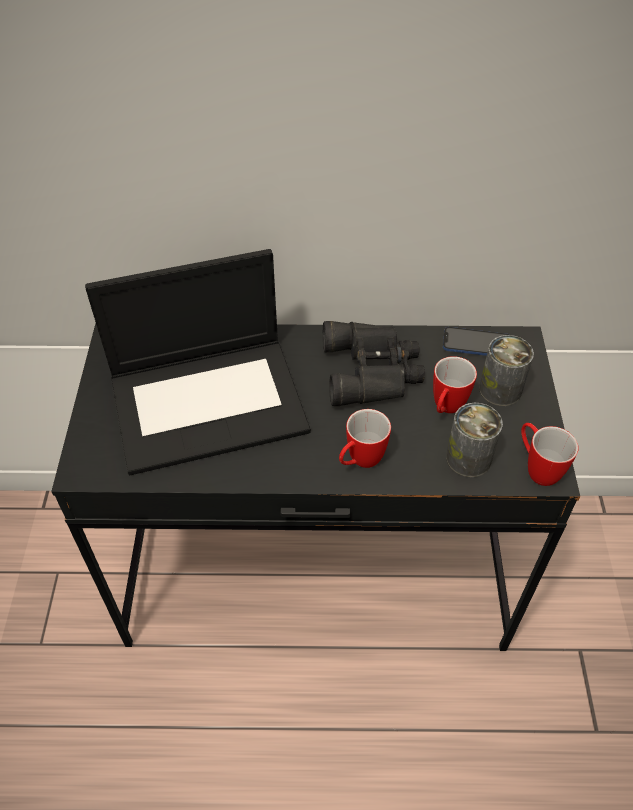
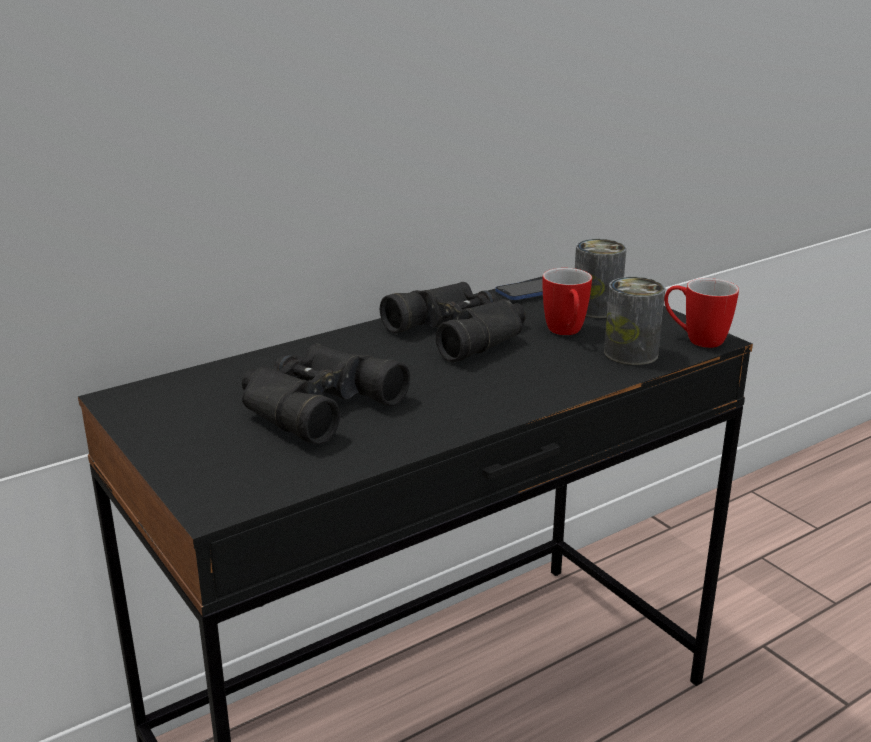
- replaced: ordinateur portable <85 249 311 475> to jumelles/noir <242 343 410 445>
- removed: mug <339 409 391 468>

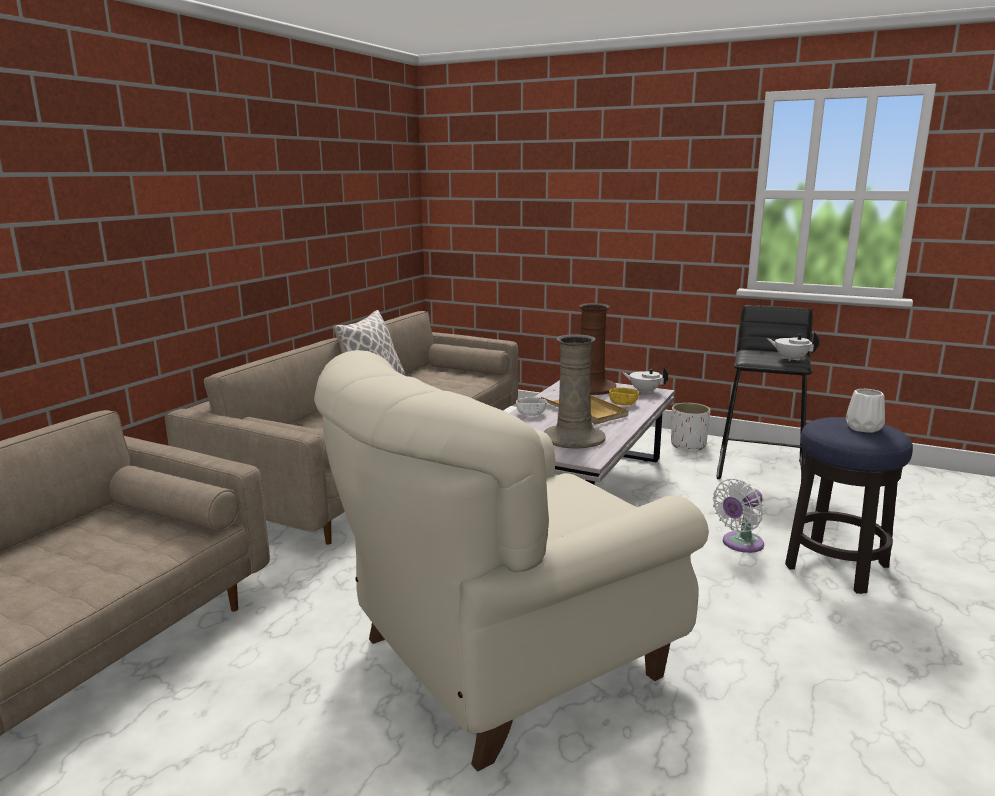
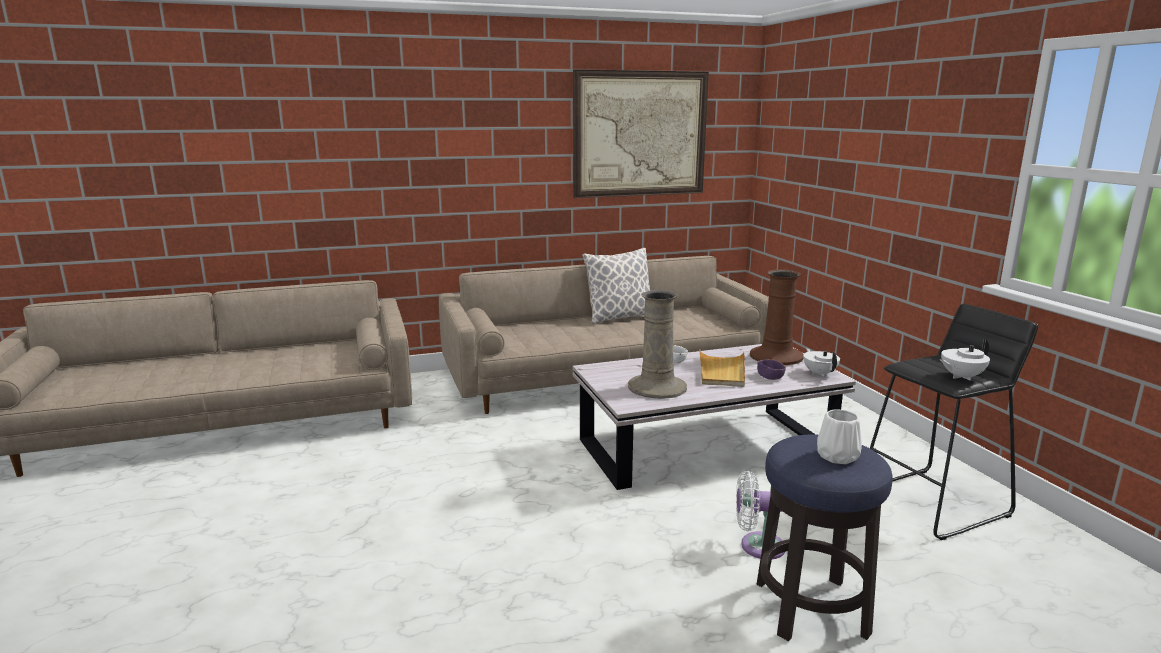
- removed: fauteuil/beige <314 350 709 772>
- recoloured: bol/jaune <609 388 639 406> to bol/violet <757 359 786 380>
- removed: cache-pot/blanc <671 403 711 450>
- turned: théière/blanc <767 332 819 361> = <940 338 990 380> 105 degrees counterclockwise
- added: tableau <573 69 709 198>

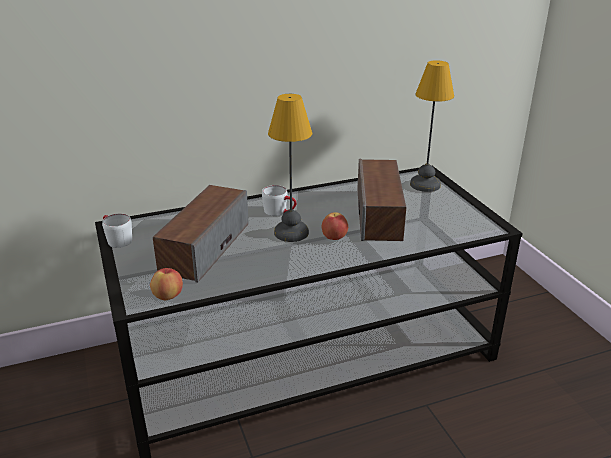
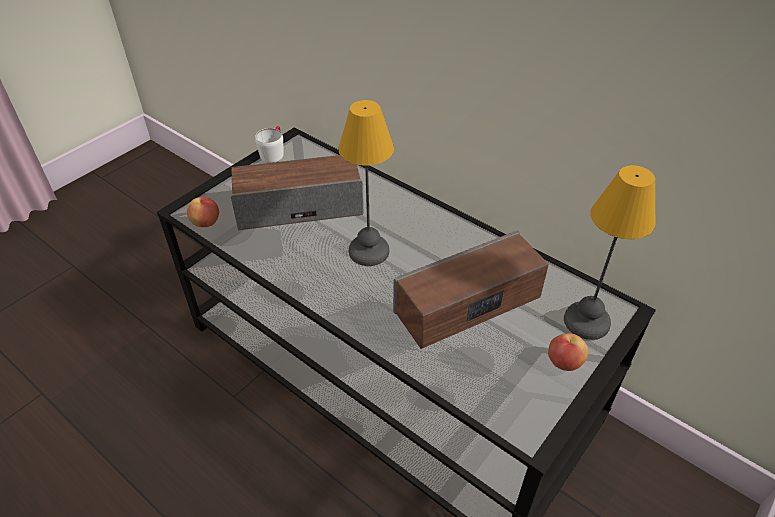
- removed: mug/blanc <262 185 297 216>
- moved: pomme <322 212 348 240> to <548 333 588 371>

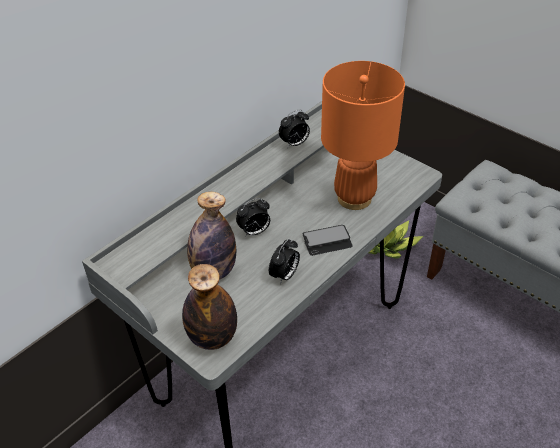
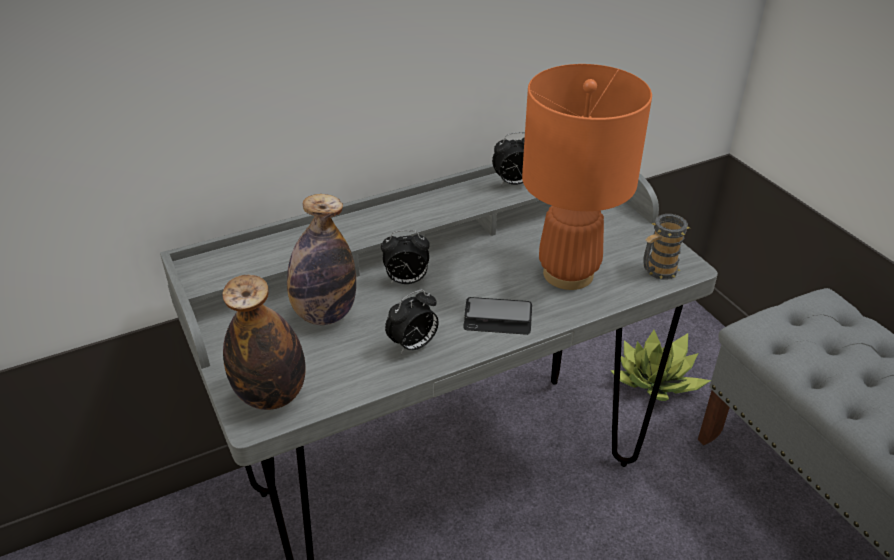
- added: mug <643 214 690 280>

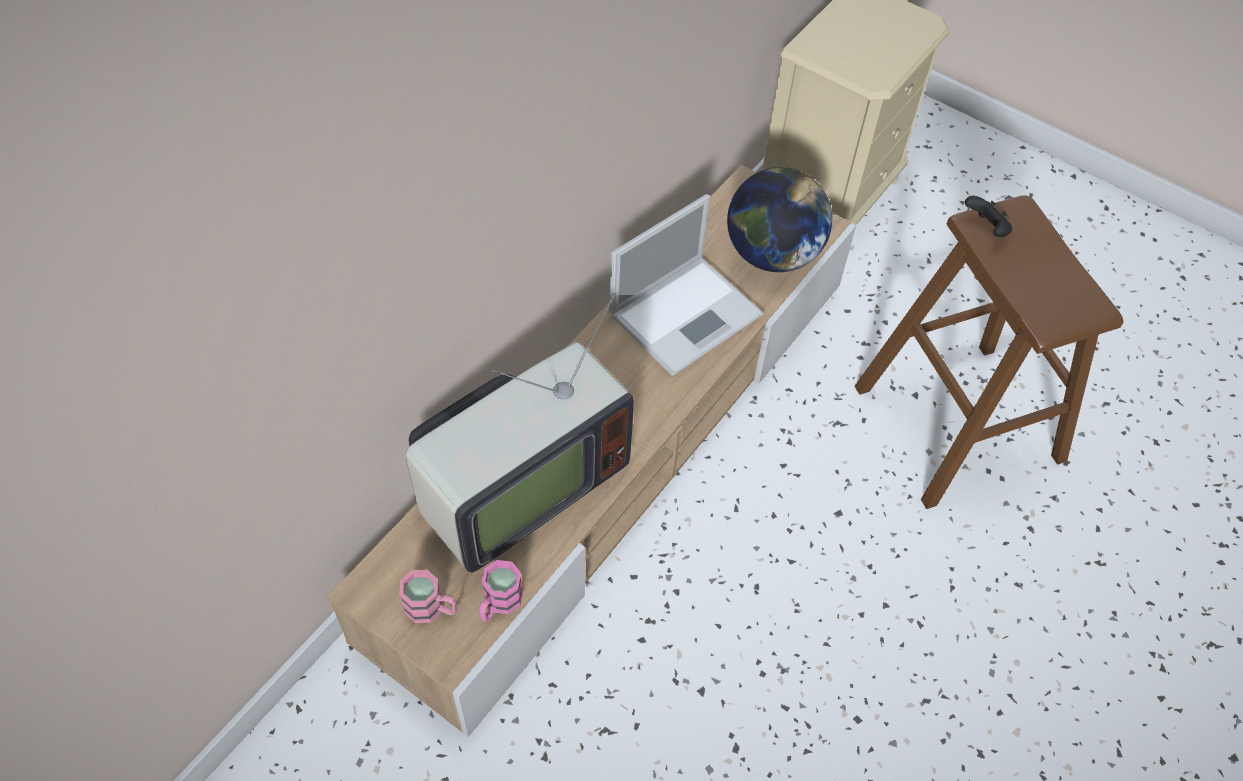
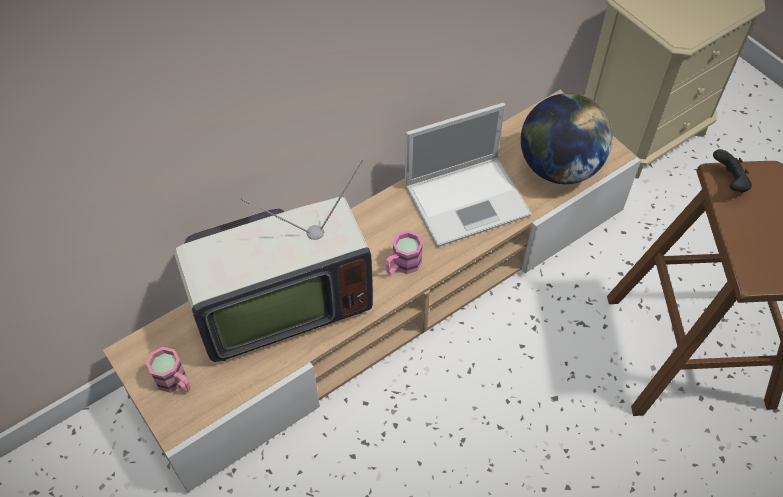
- moved: mug/rose <479 560 523 621> to <385 230 423 274>

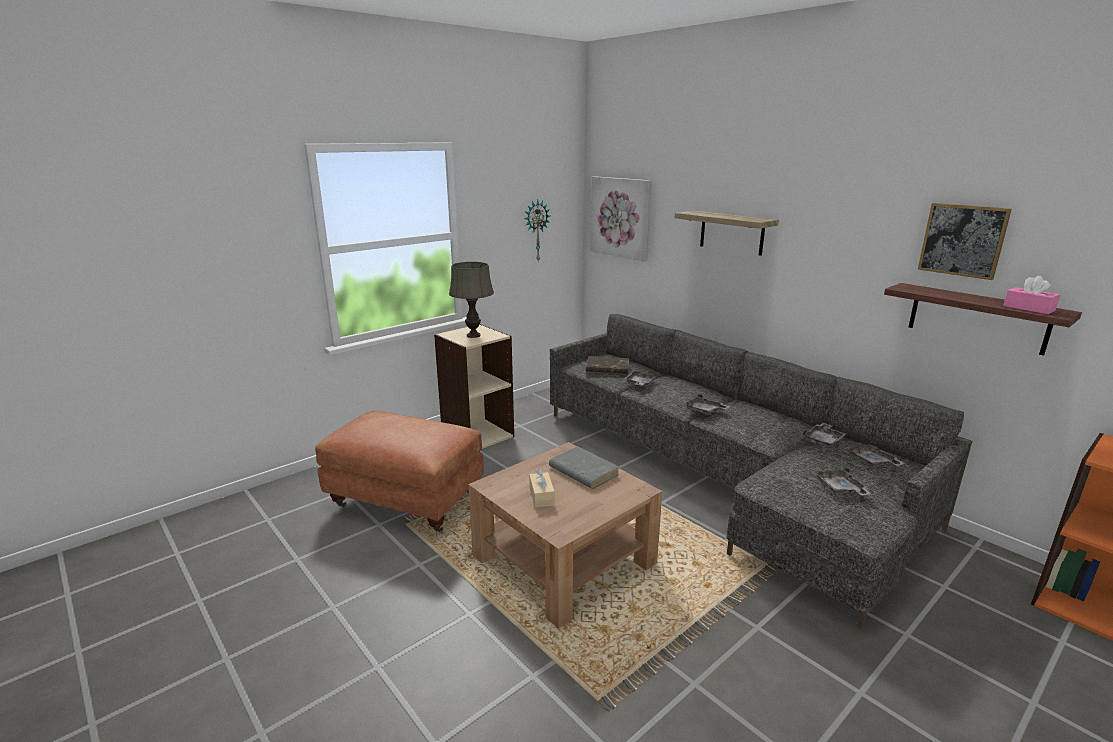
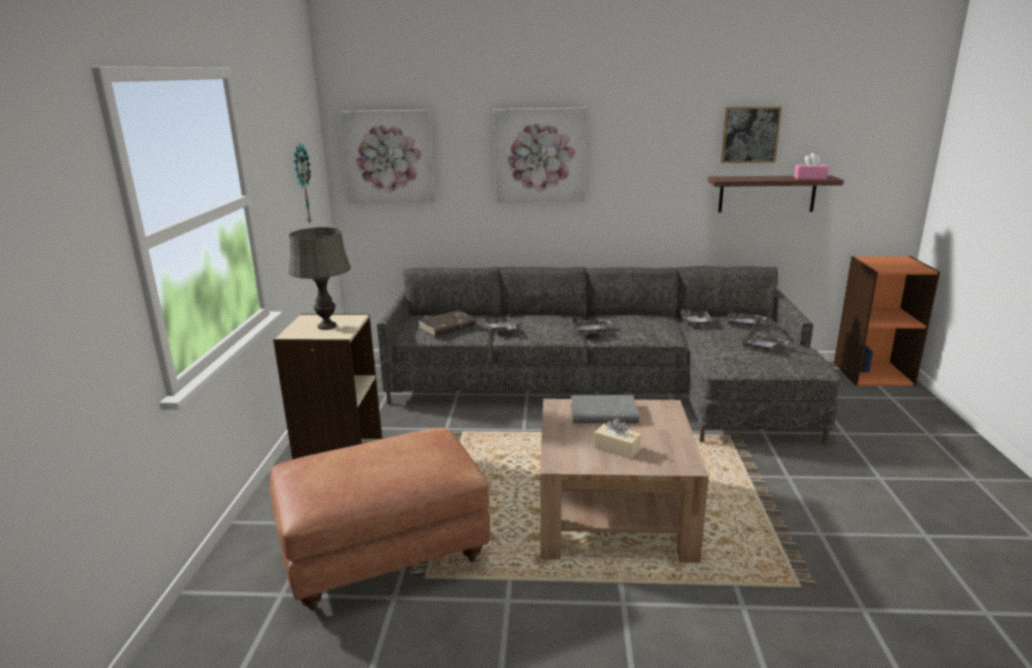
- replaced: étagère <675 211 779 256> to tableau <494 108 587 202>

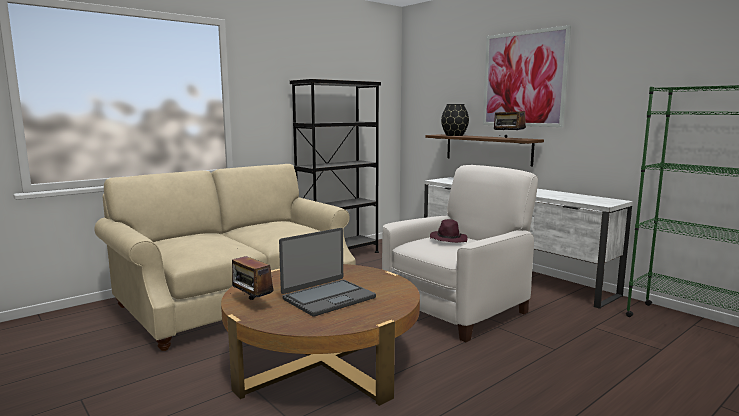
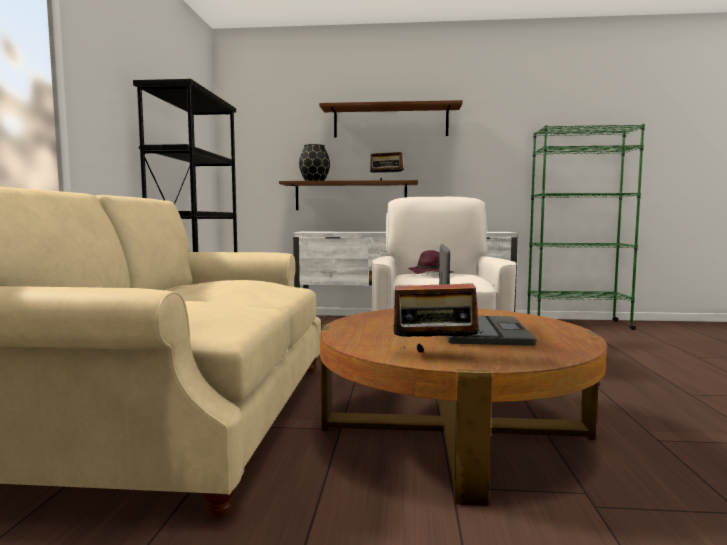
- replaced: tableau <483 25 571 127> to étagère/marron <319 100 463 138>

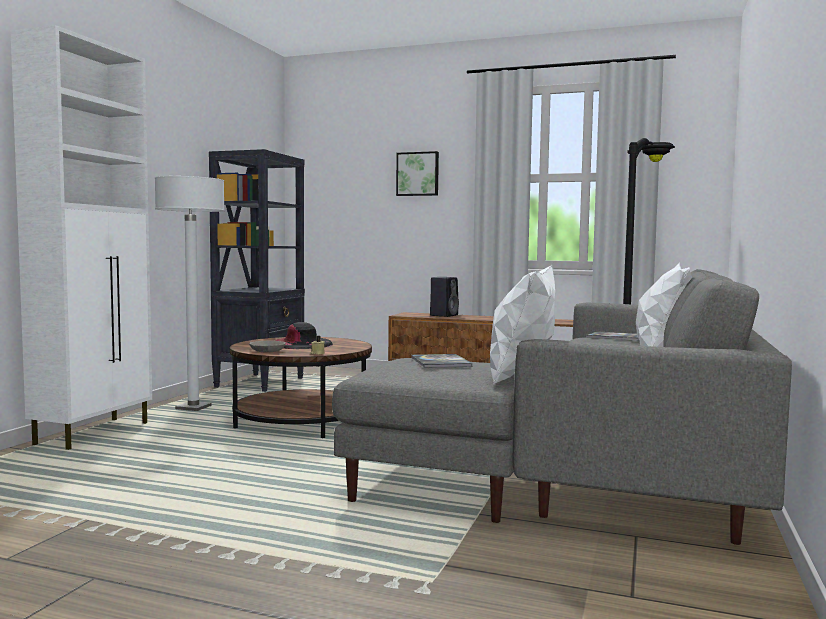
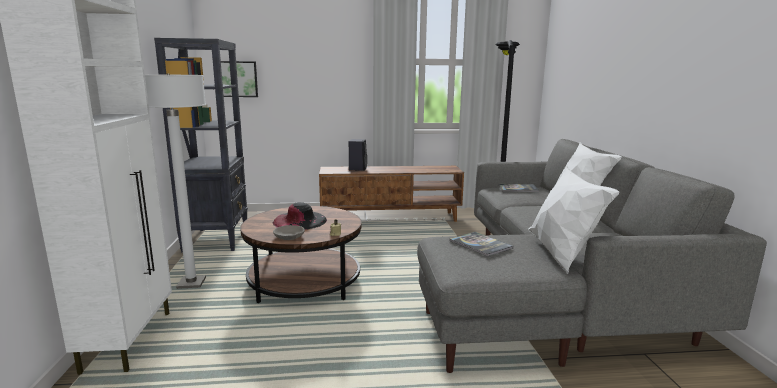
- moved: tableau <396 151 439 196> to <221 61 258 97>

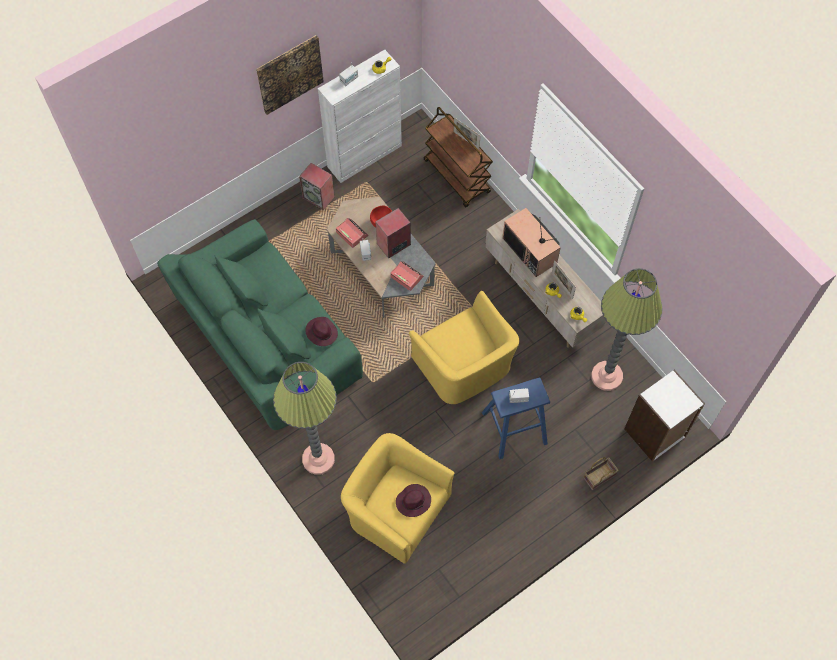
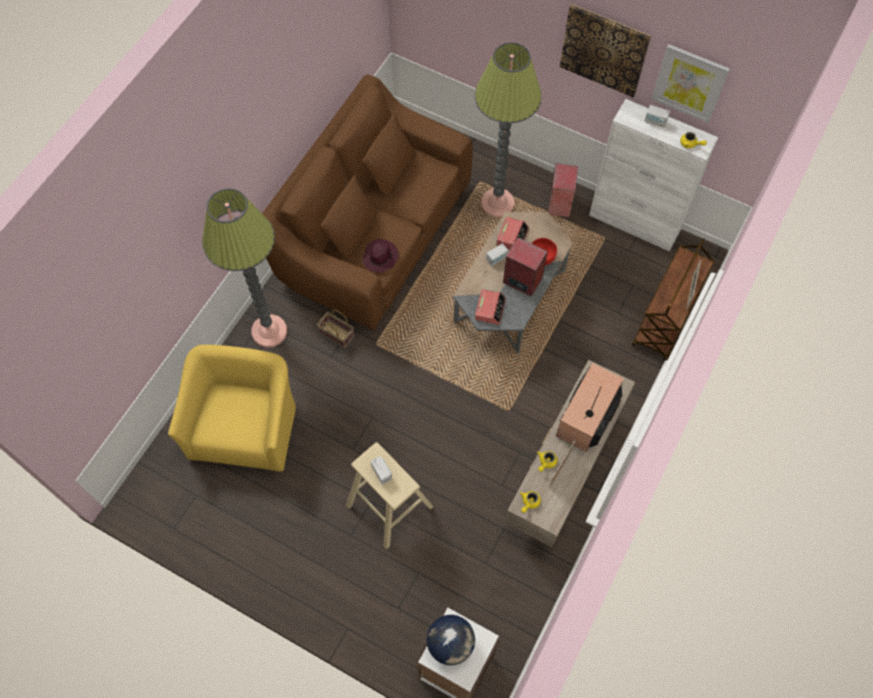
- recoloured: canapé/vert <157 219 363 430> to canapé/marron <262 75 473 330>
- removed: chapeau/violet <396 484 431 517>
- removed: fauteuil/jaune <409 291 519 404>
- recoloured: tabouret/bleu <482 378 550 459> to tabouret/beige <346 442 434 550>
- moved: panier <584 457 619 490> to <317 309 354 348>
- moved: lampadaire <591 268 662 391> to <475 42 542 217>
- added: globe <427 615 475 665>
- added: tableau <651 44 730 123>

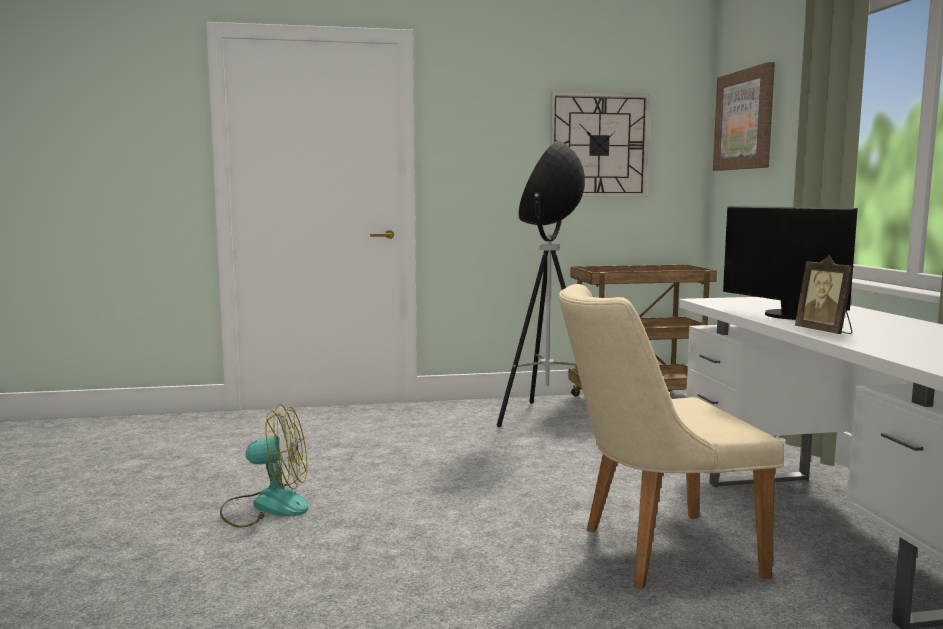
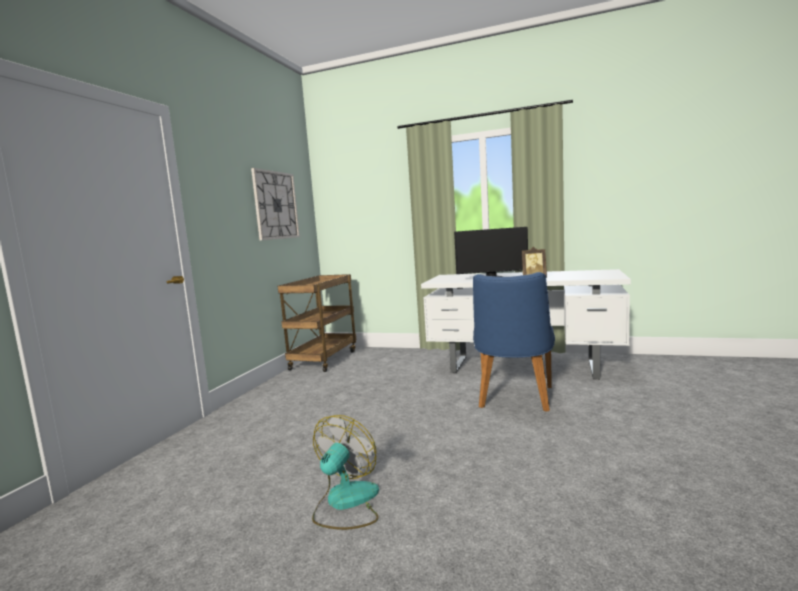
- removed: lampadaire <497 141 585 427>
- recoloured: chaise/beige <559 284 784 589> to chaise/bleu <473 272 555 412>
- removed: tableau <713 62 775 171>

